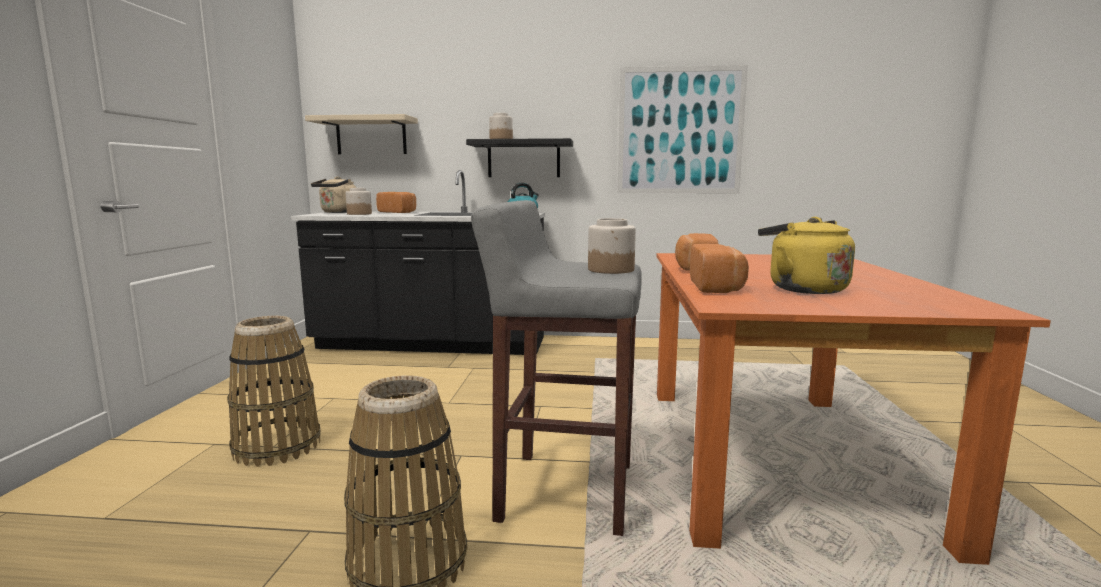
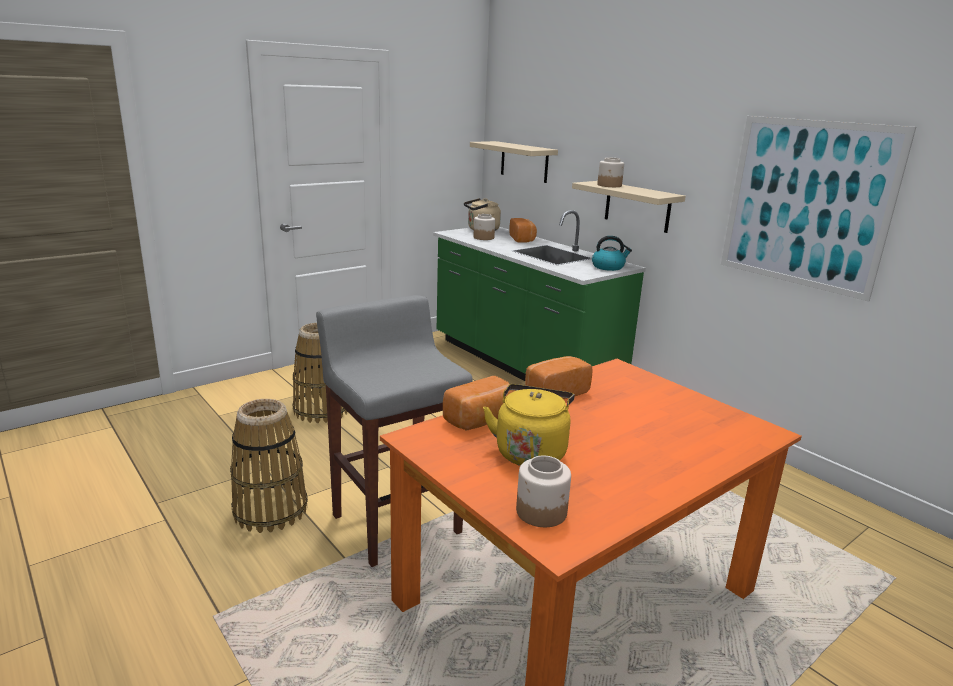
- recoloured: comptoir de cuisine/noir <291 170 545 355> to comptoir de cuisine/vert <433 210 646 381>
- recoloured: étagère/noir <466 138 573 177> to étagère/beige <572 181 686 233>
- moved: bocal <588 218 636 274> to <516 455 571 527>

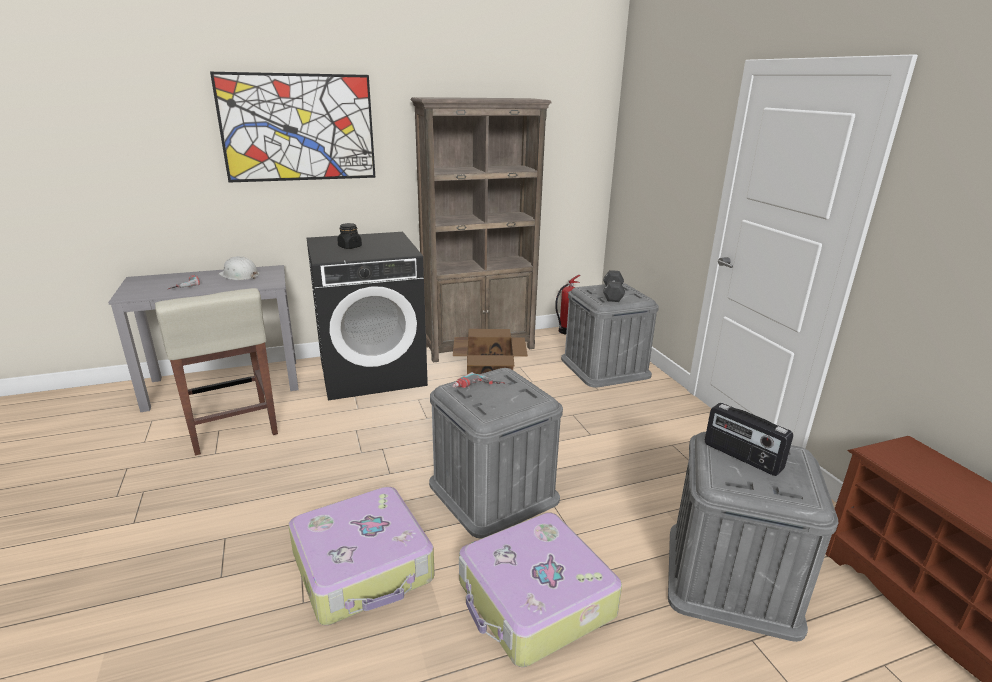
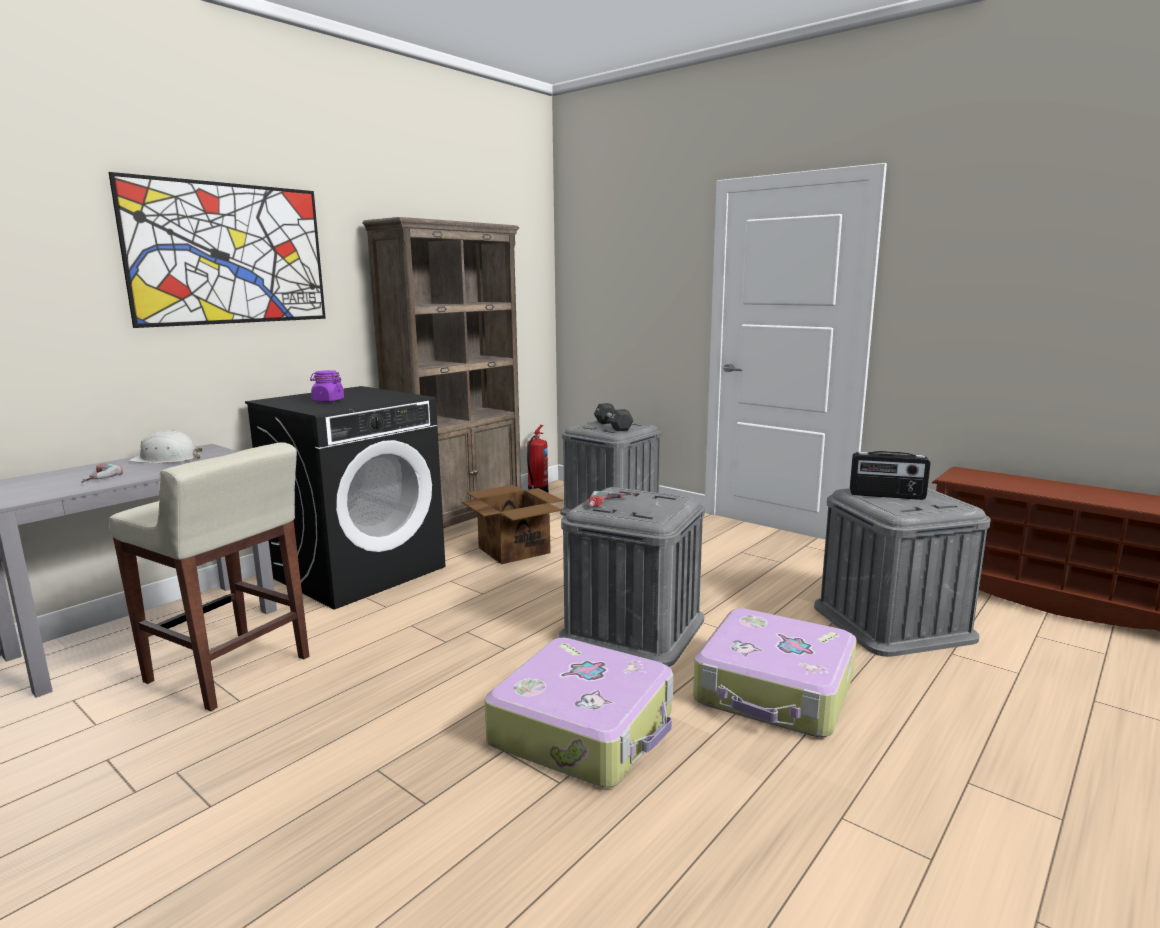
- recoloured: bocal/noir <337 223 362 249> to bocal/violet <310 370 344 402>

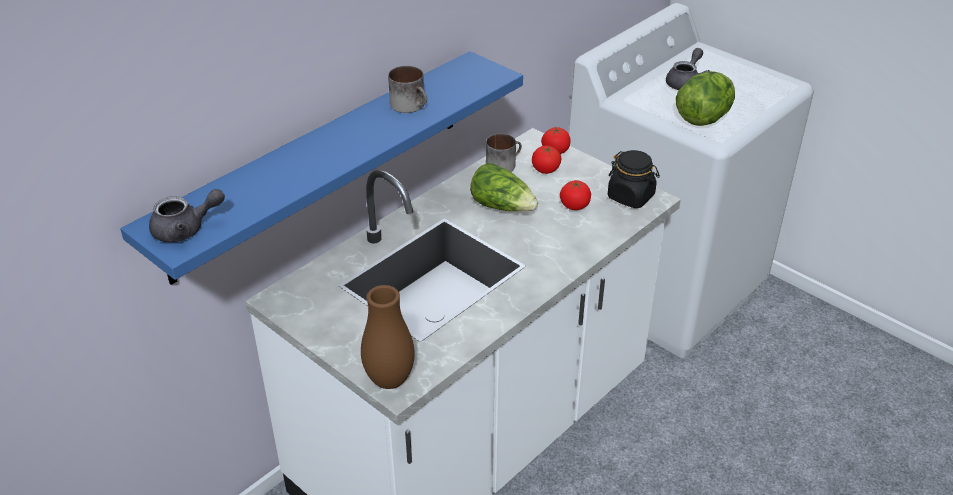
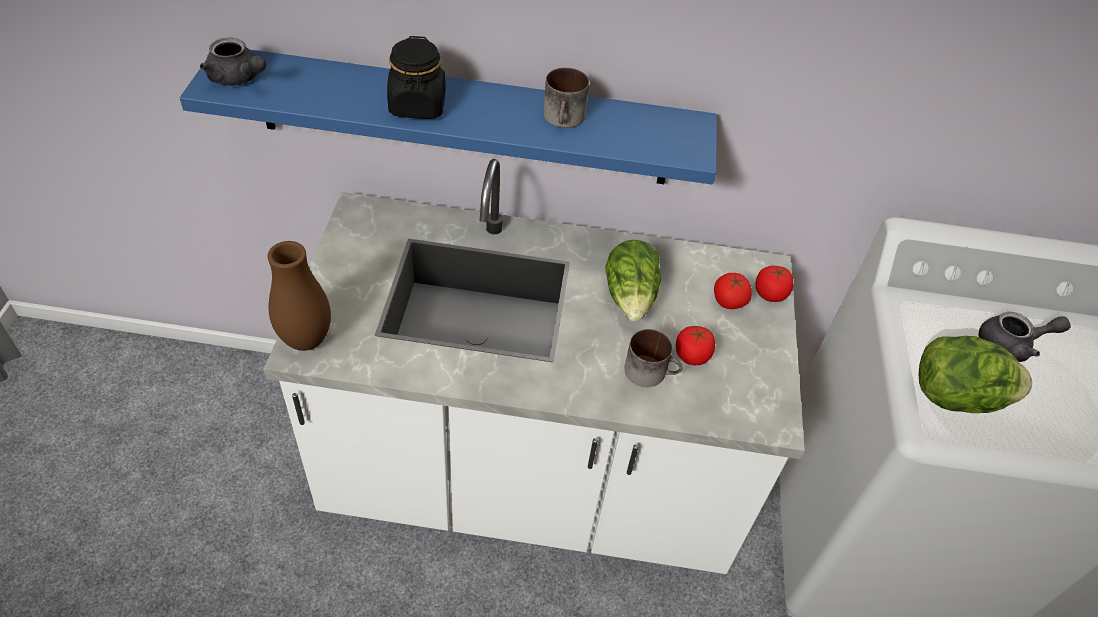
- moved: mug <486 134 522 172> to <624 329 682 387>
- moved: bocal/noir <608 150 660 208> to <387 36 446 119>

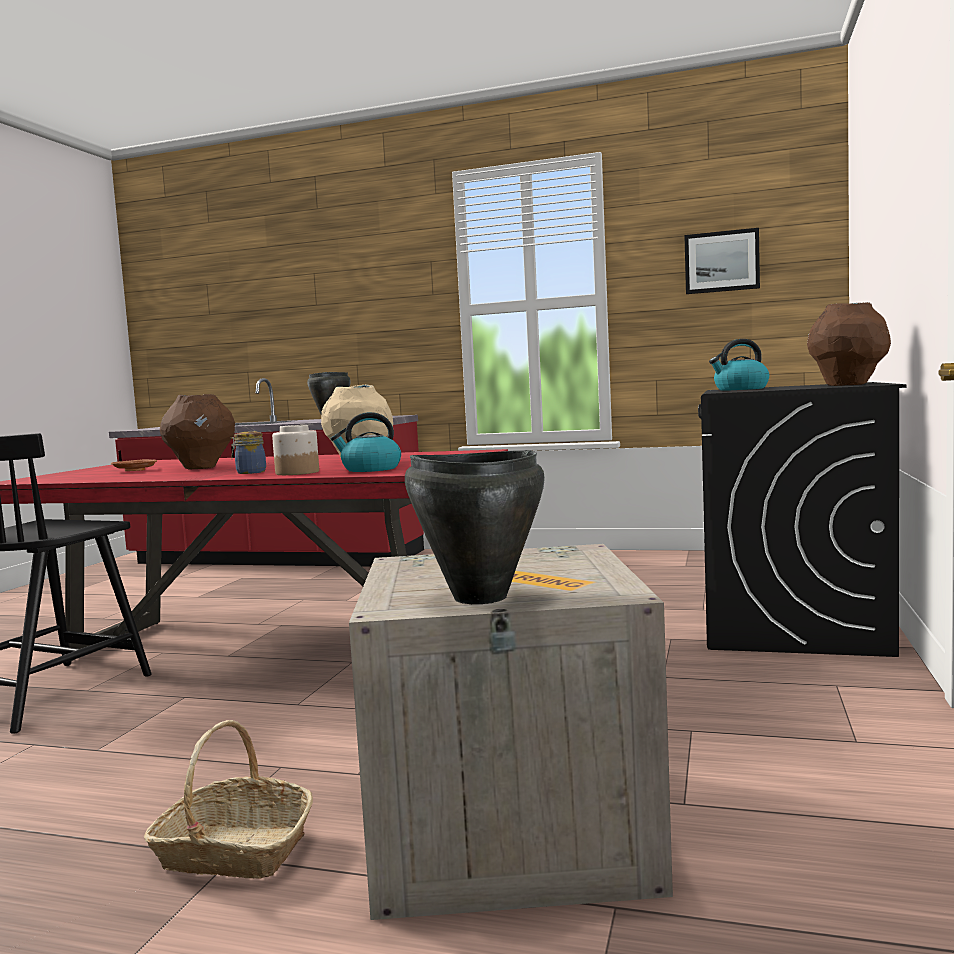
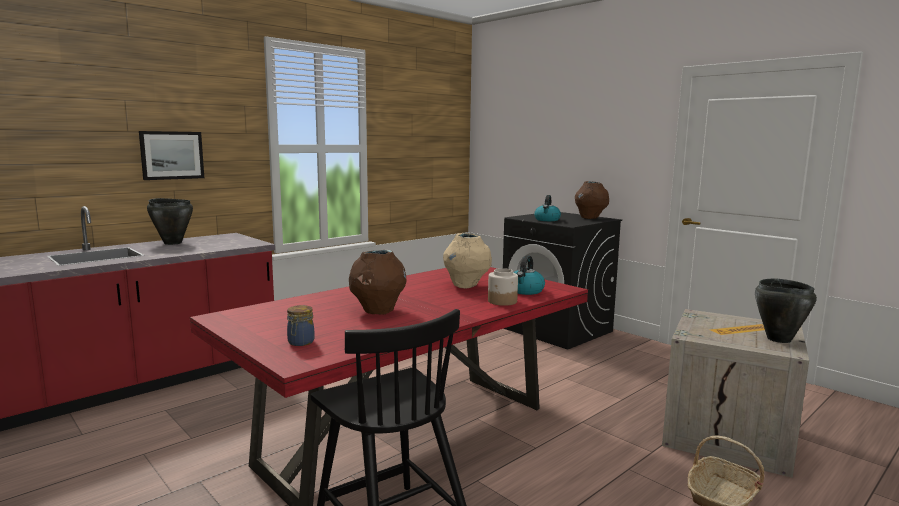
- removed: assiette/marron <111 459 157 471>
- moved: bocal <230 431 266 474> to <287 305 315 346>
- moved: tableau <684 228 760 294> to <139 131 204 180>

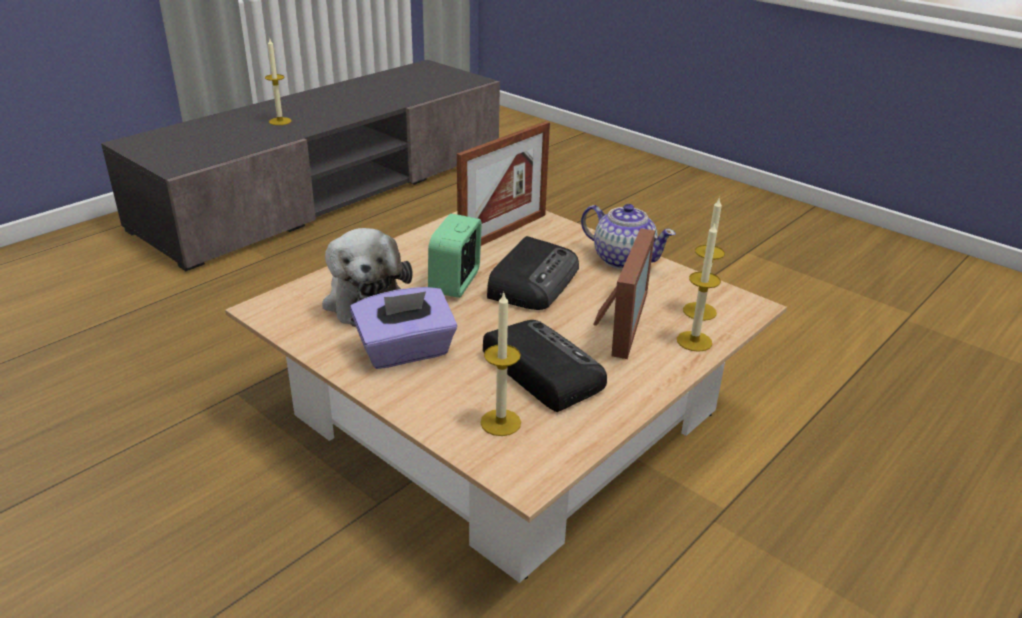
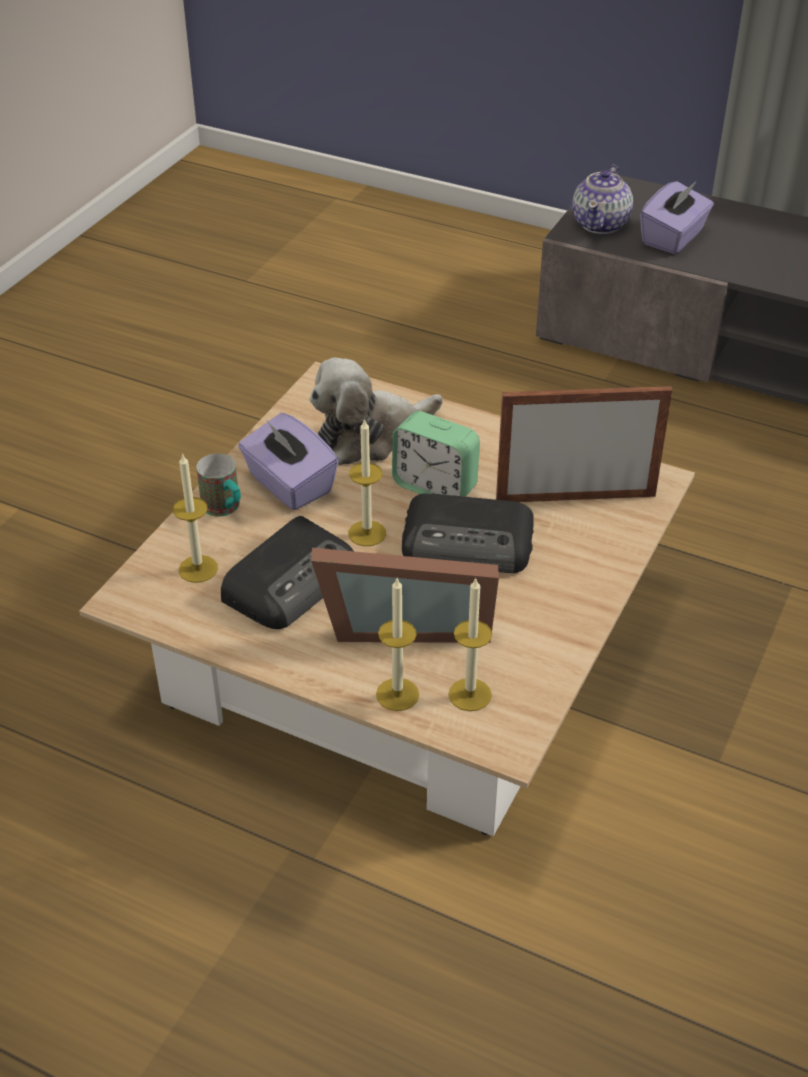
- moved: bougie <265 37 292 125> to <348 418 386 546>
- turned: réveil <428 214 482 298> = <392 411 480 497> 150 degrees counterclockwise
- turned: cadre photo <457 121 550 246> = <496 386 672 502> 150 degrees clockwise
- moved: théière <581 204 676 269> to <572 164 633 234>
- added: mug <196 453 241 517>
- added: boîte à mouchoirs/violet <640 181 714 254>

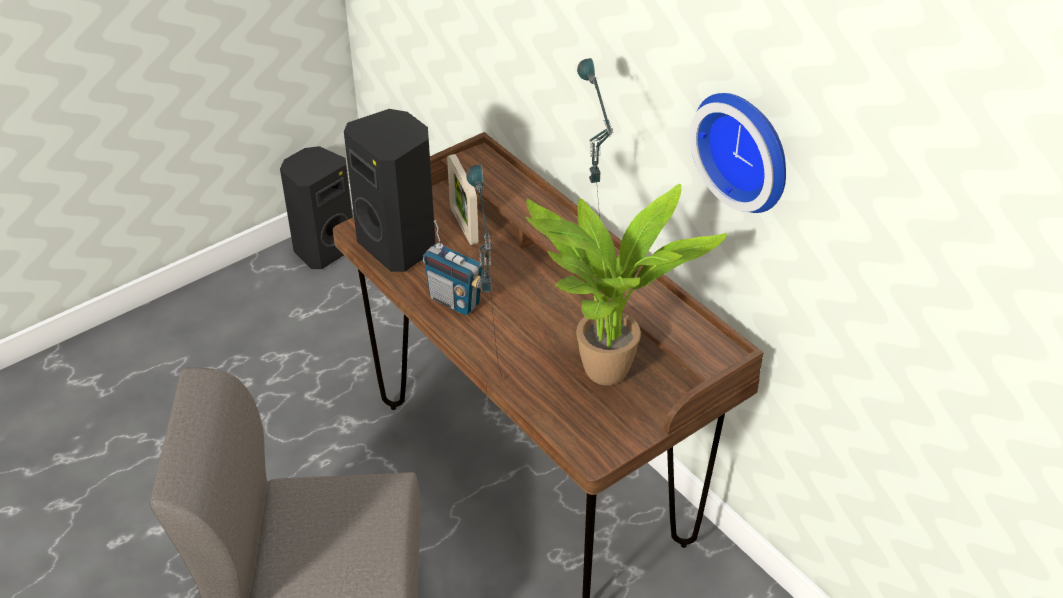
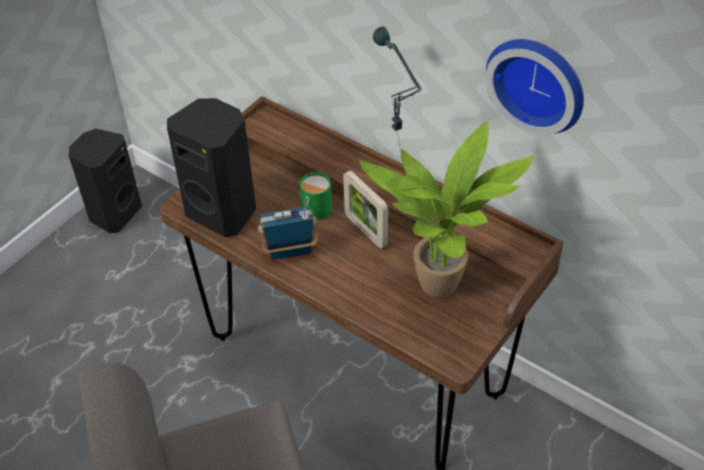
- turned: radio <423 220 482 315> = <257 196 318 260> 150 degrees clockwise
- moved: cadre photo <447 154 479 245> to <343 170 388 249>
- removed: lampe de table <466 164 502 379>
- added: mug/vert <299 172 332 220>

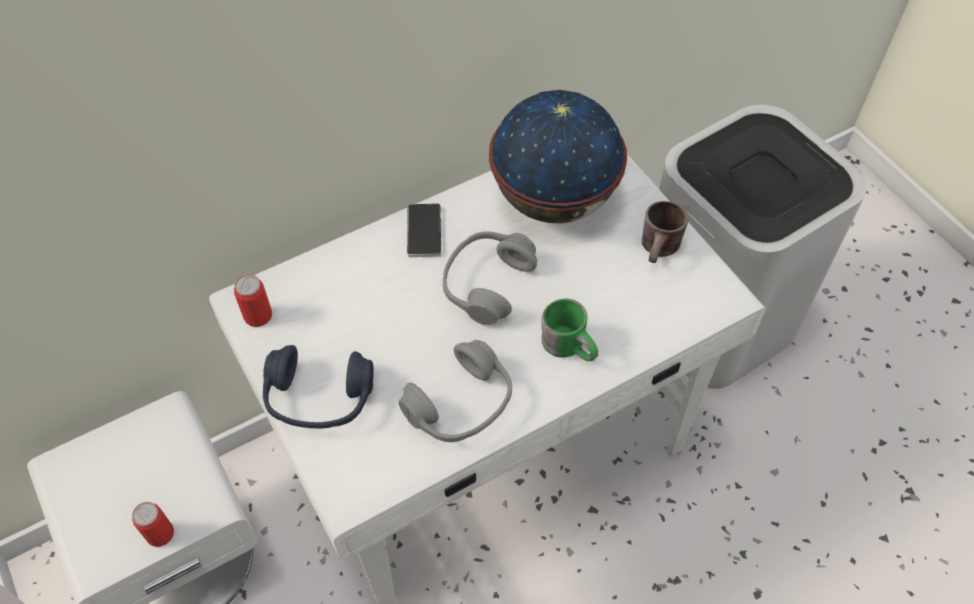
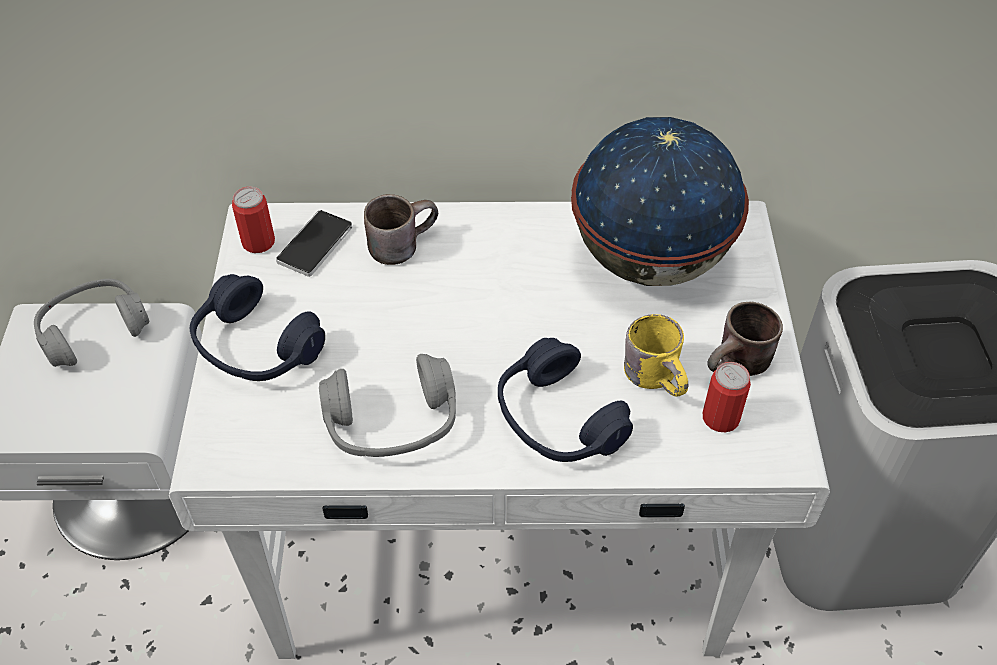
- moved: boîte métallique <132 502 174 547> to <703 362 751 432>
- moved: téléphone <407 203 441 257> to <276 210 352 277>
- moved: casque audio/gris <443 231 537 325> to <34 279 149 367>
- replaced: mug/vert <541 298 598 361> to casque audio/bleu <498 338 633 462>
- added: mug/marron <364 194 438 265>
- added: mug/jaune <624 314 688 397>

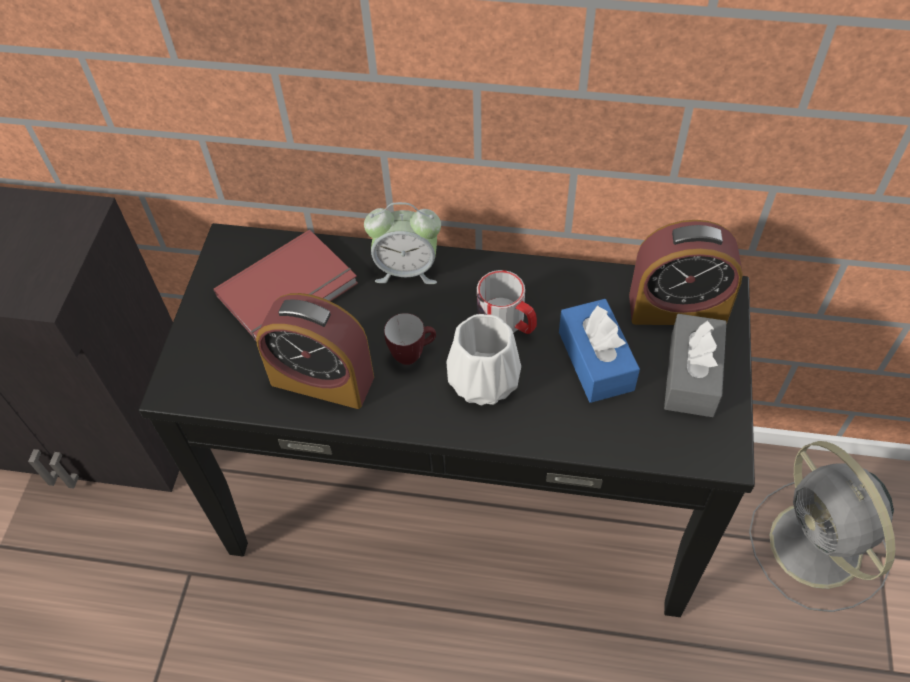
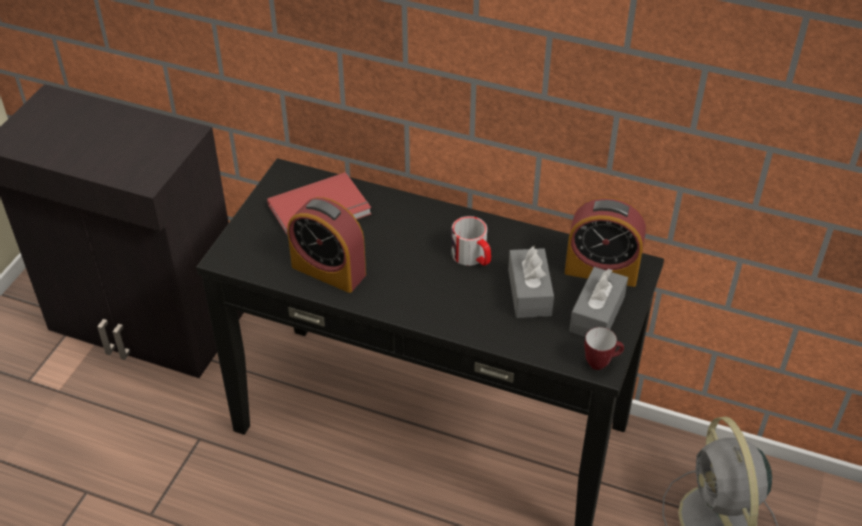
- removed: réveil <364 202 441 284>
- moved: mug <384 313 436 365> to <584 327 624 370>
- removed: vase/blanc <447 314 521 405>
- recoloured: boîte à mouchoirs/bleu <559 299 640 403> to boîte à mouchoirs/gris <508 246 554 318>

